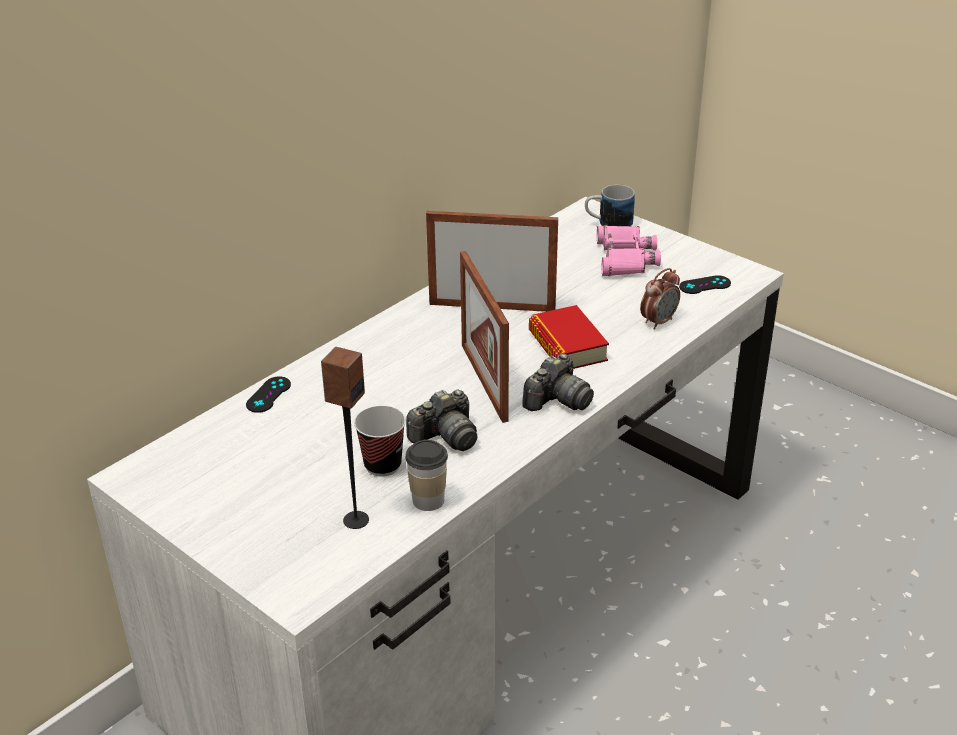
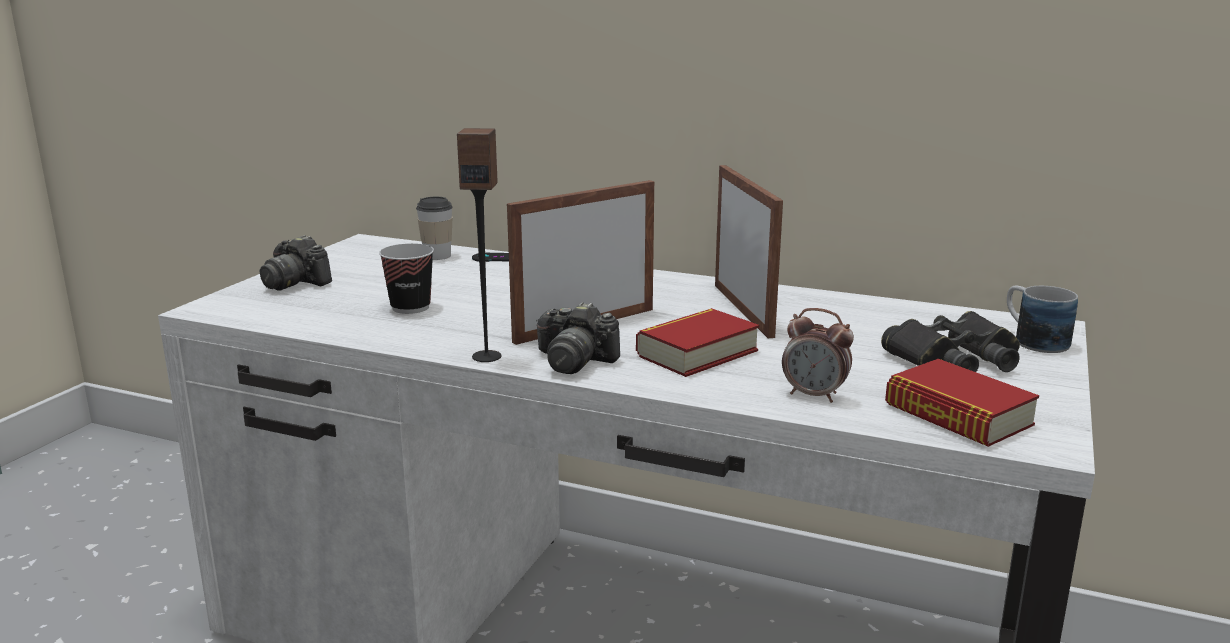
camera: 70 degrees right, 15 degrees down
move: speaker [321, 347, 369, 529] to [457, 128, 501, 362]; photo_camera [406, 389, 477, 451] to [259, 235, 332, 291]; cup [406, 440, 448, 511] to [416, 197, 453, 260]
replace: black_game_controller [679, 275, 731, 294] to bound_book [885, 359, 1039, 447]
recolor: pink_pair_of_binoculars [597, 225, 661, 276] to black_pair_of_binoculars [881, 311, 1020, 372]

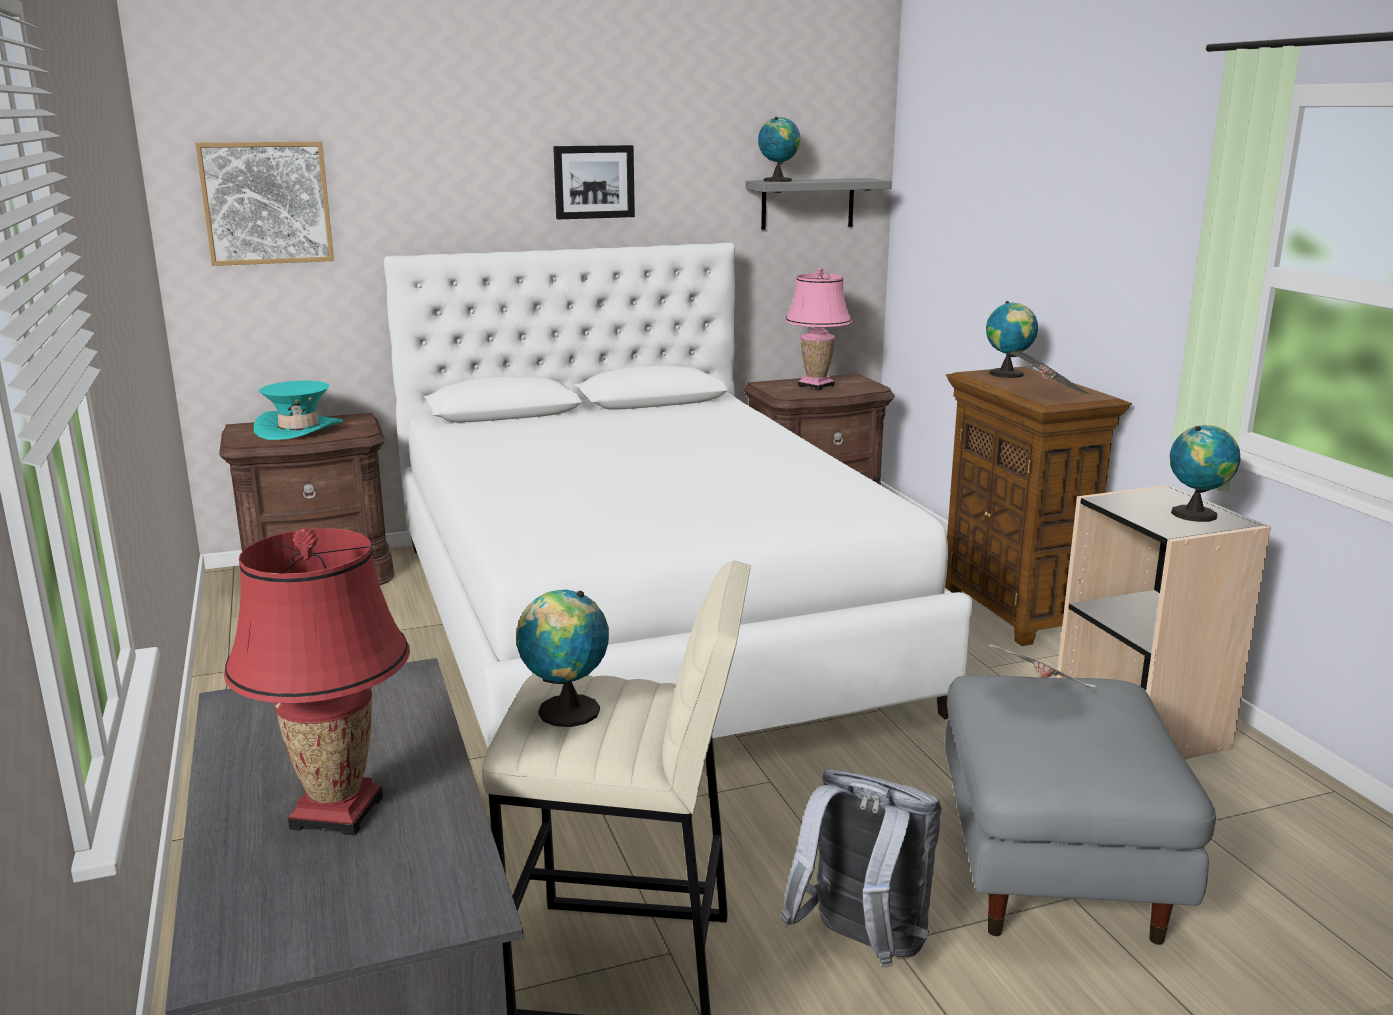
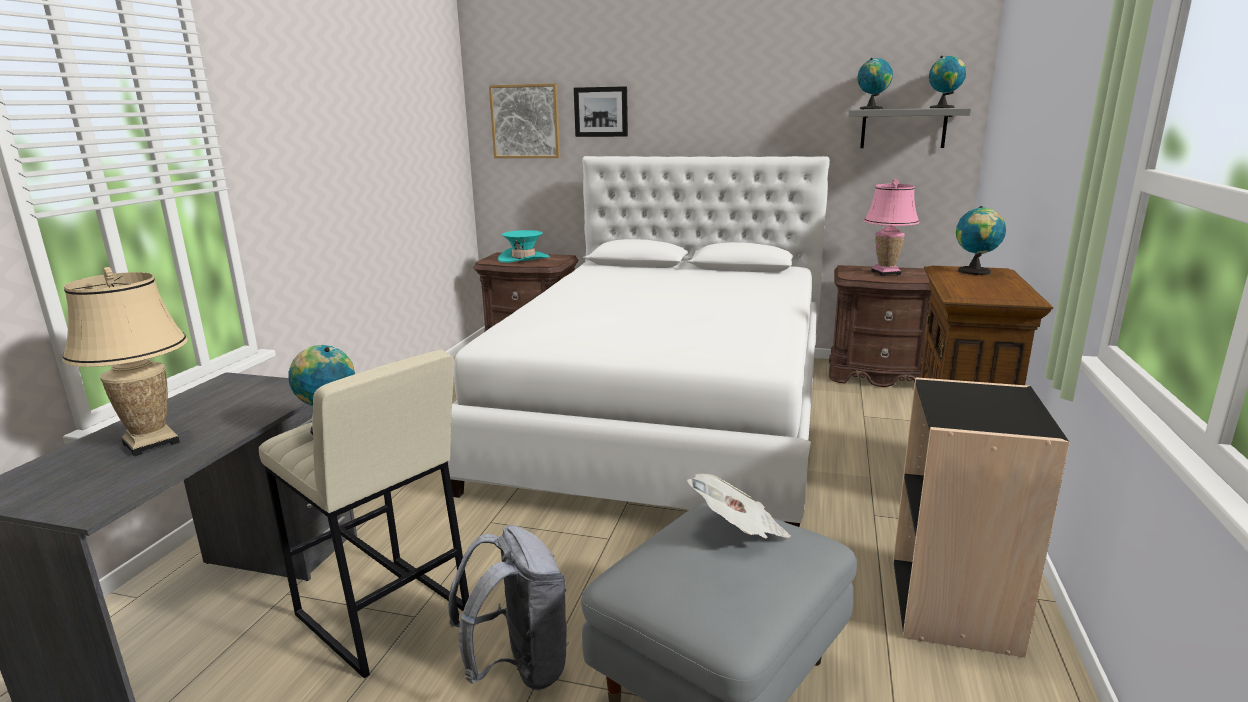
camera: 35 degrees right, 0 degrees up
delete: newspaper [1010, 350, 1091, 394]
move: wall_picture [553, 145, 635, 219] to [574, 86, 628, 137]; world_globe [1170, 425, 1240, 522] to [929, 56, 966, 108]
recolor: reddish_lamp_for_a_table [224, 527, 410, 836] to sand-coloured_lamp_for_a_table [62, 267, 188, 456]

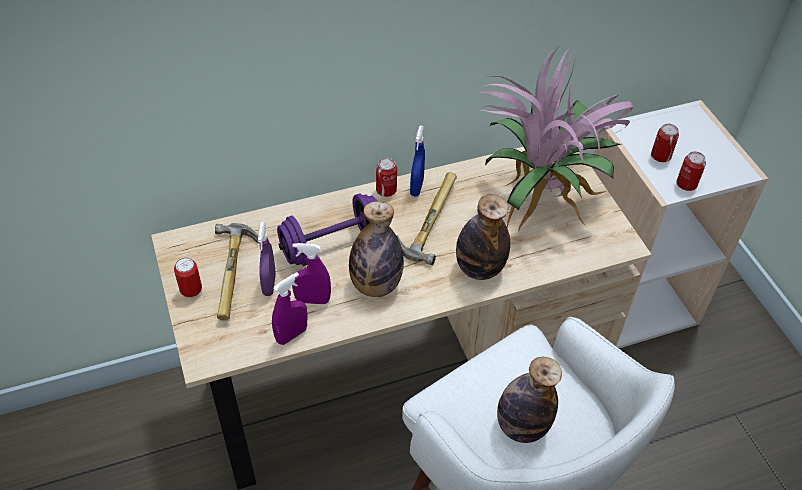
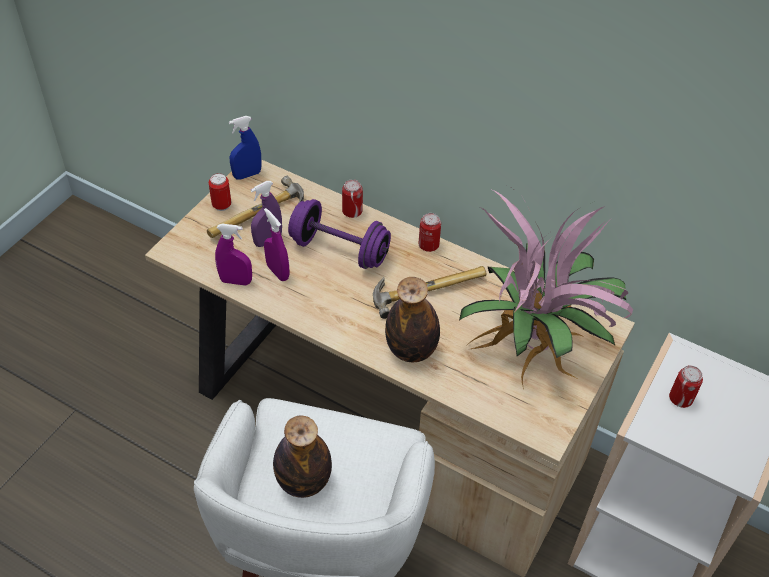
camera: 50 degrees right, 0 degrees up
delete: bottle [349, 201, 404, 297]
move: blue-coloured_spray_bottle [410, 126, 425, 196] to [229, 116, 262, 180]; metal_can [676, 151, 706, 191] to [342, 179, 363, 218]

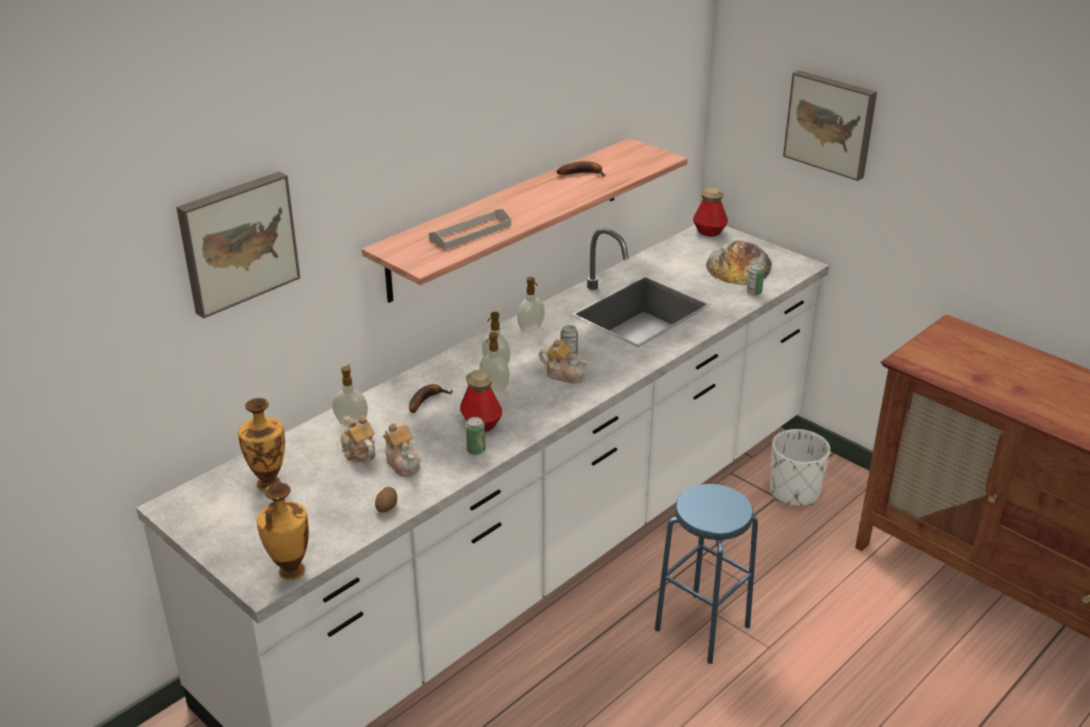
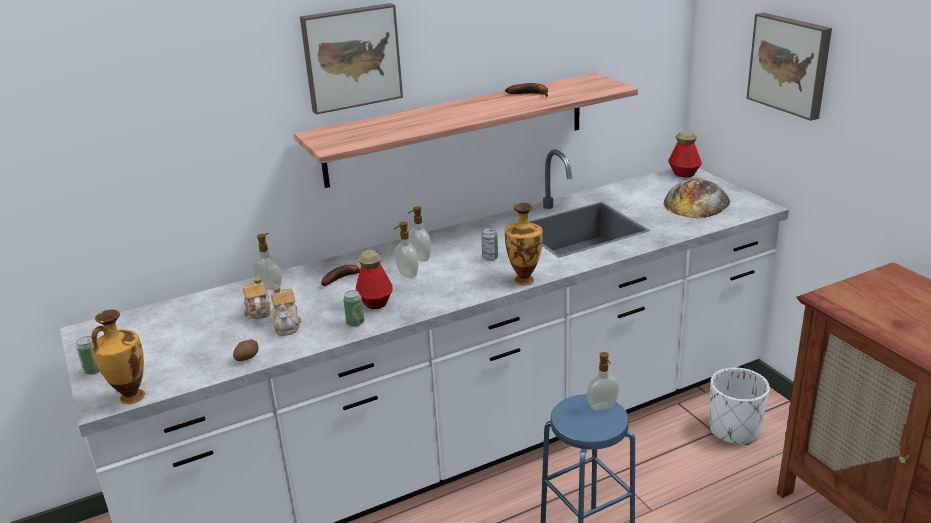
camera: 20 degrees right, 5 degrees down
delete: grey_tray [429, 209, 511, 250]; pot_for_tea [539, 339, 588, 384]
move: wall_picture [176, 172, 300, 318] to [300, 3, 403, 114]; flower_vase [238, 398, 285, 491] to [505, 203, 543, 285]; soap_bottle [517, 277, 545, 333] to [587, 352, 619, 411]; metal_can [747, 264, 764, 295] to [76, 336, 100, 375]

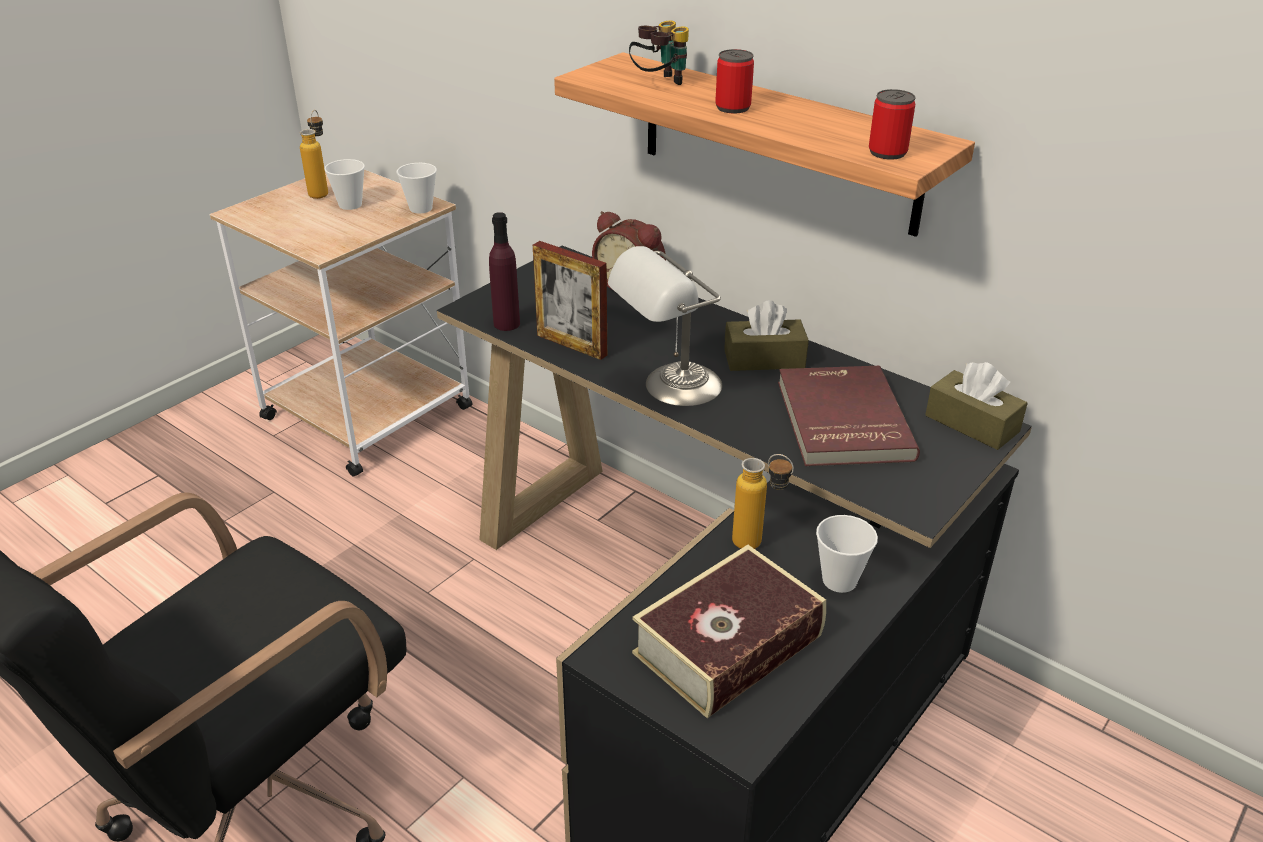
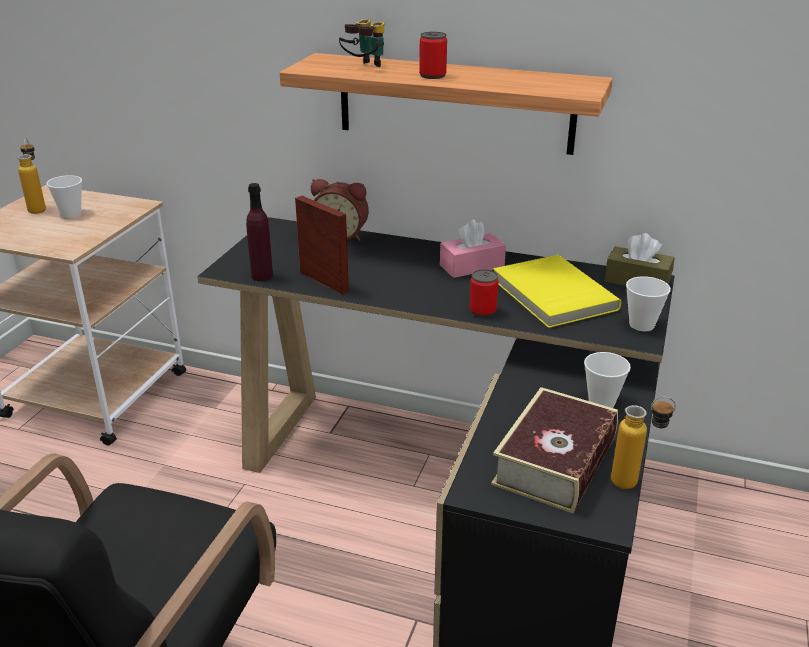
camera: 20 degrees left, 5 degrees down
delete: white_lamp_for_a_table [608, 246, 722, 406]
move: cup [396, 163, 437, 213] to [626, 276, 671, 331]; bottle [732, 454, 794, 549] to [611, 397, 676, 489]; metal_can [869, 89, 915, 160] to [469, 269, 499, 317]
recolor: brownish_box_of_tissues [724, 300, 809, 371] to pink_box_of_tissues [440, 219, 506, 278]; reddish_bound_book [778, 366, 920, 466] to yellow-coloured_bound_book [493, 255, 621, 328]
rotate: standing_frame [533, 241, 607, 360] = [295, 196, 349, 294] 150 degrees counterclockwise

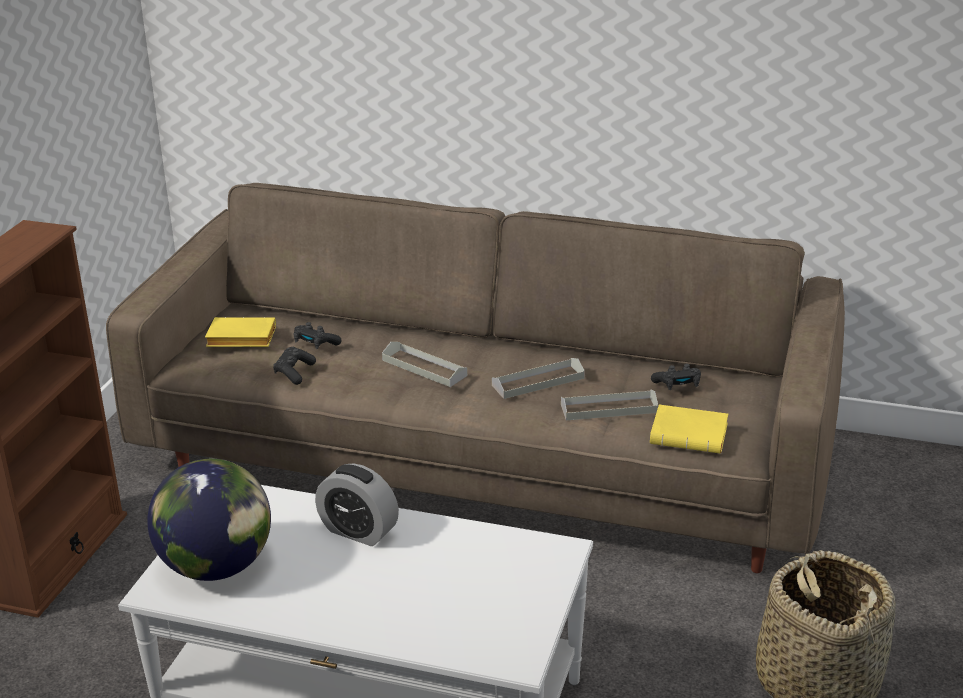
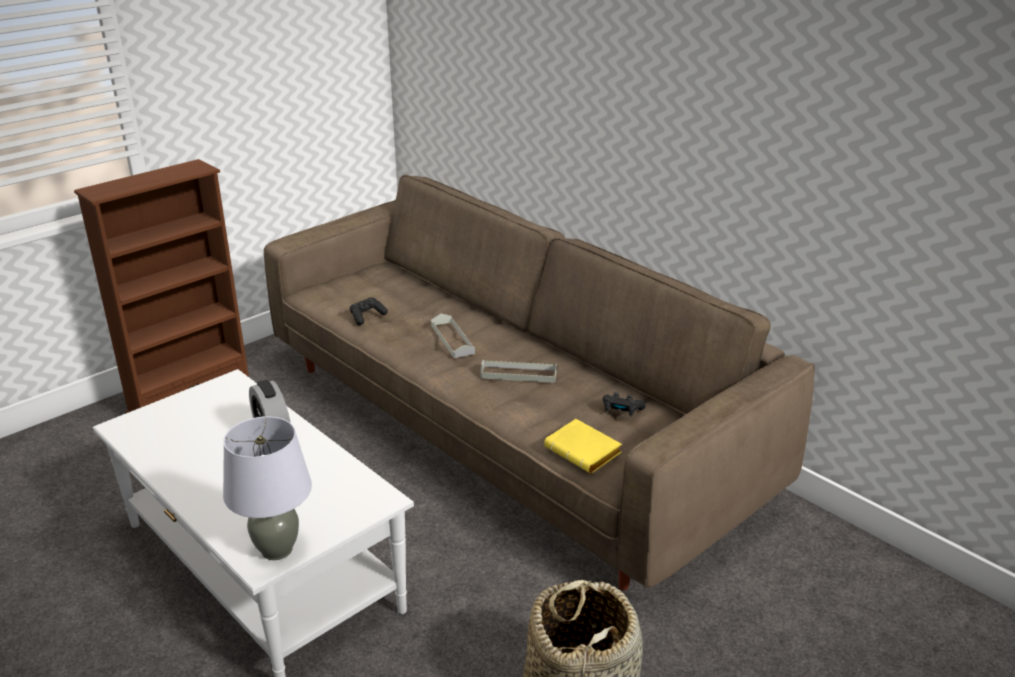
camera: 30 degrees right, 0 degrees up
delete: world_globe [147, 459, 271, 581]; yellow-coloured_bound_book [205, 317, 276, 347]; black_game_controller [293, 322, 341, 349]; grey_tray [561, 390, 658, 420]
insert: grey_lamp_for_a_table [223, 416, 312, 560]

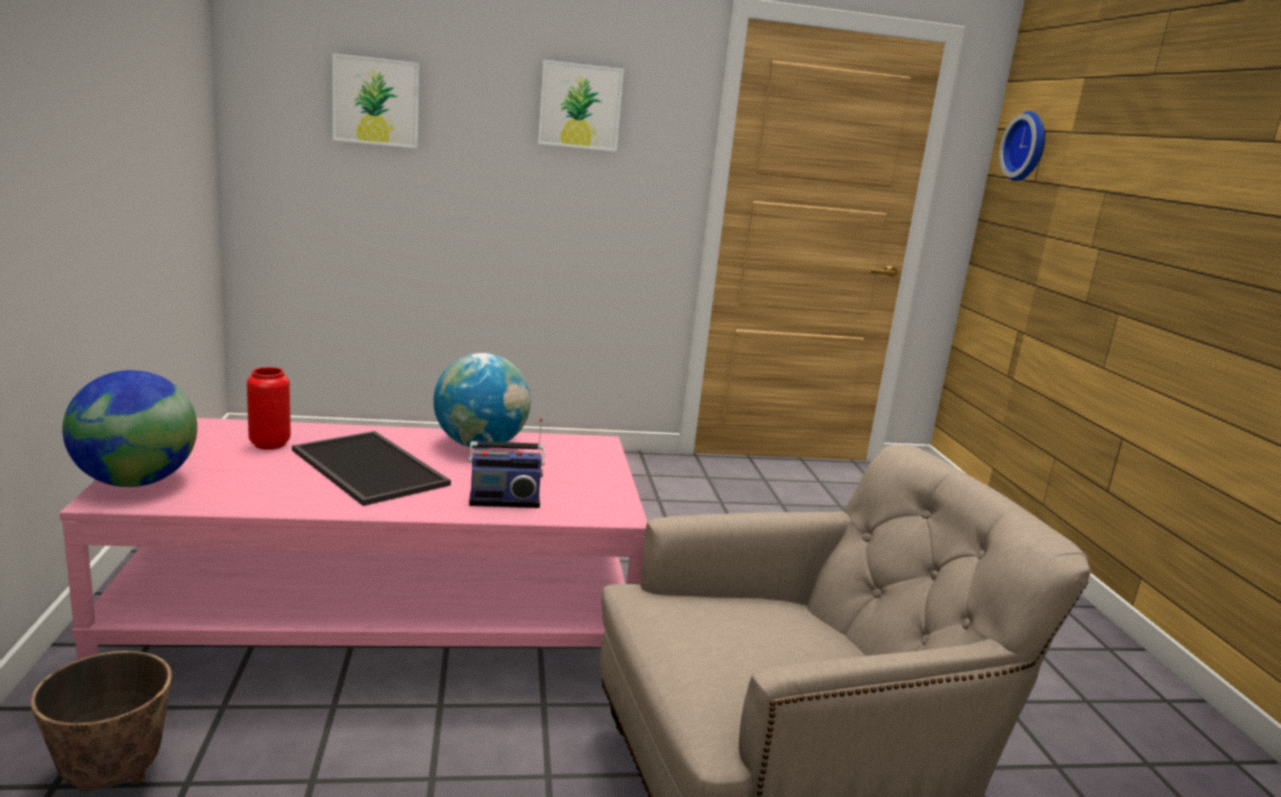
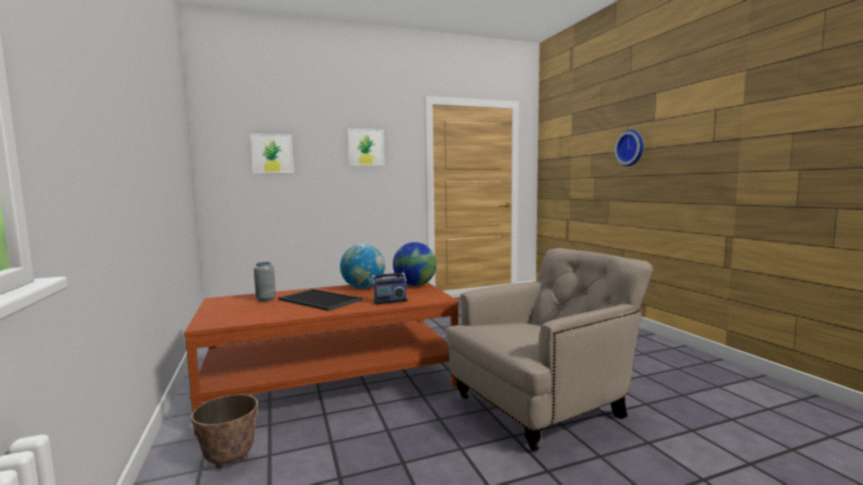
camera: 10 degrees left, 10 degrees down
move: world_globe [62, 370, 197, 487] to [393, 242, 437, 286]; hanging_clock [999, 111, 1045, 181] to [614, 130, 644, 166]
recolor: pink_coffee_table [60, 418, 647, 660] to brownish_coffee_table [184, 282, 459, 436]; reddish_flower_vase [247, 367, 291, 450] to grey_flower_vase [254, 262, 276, 301]

